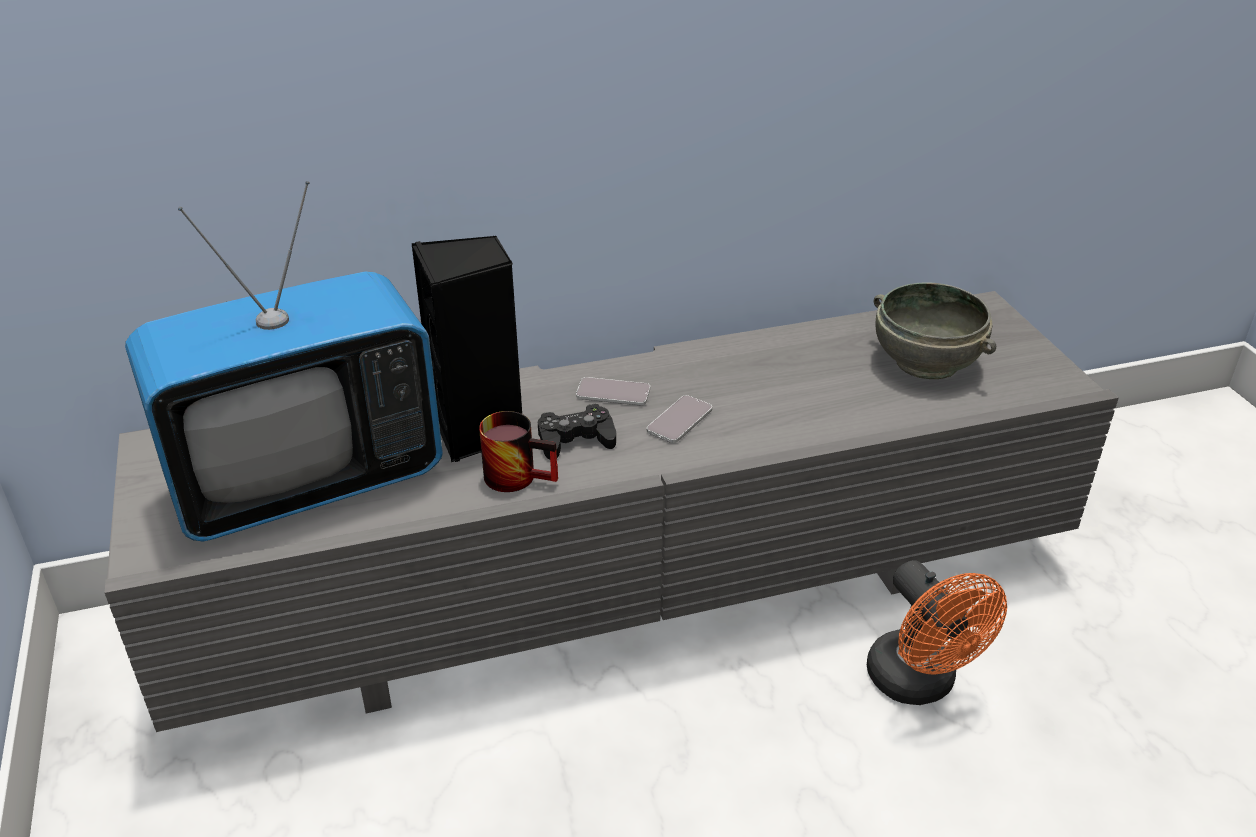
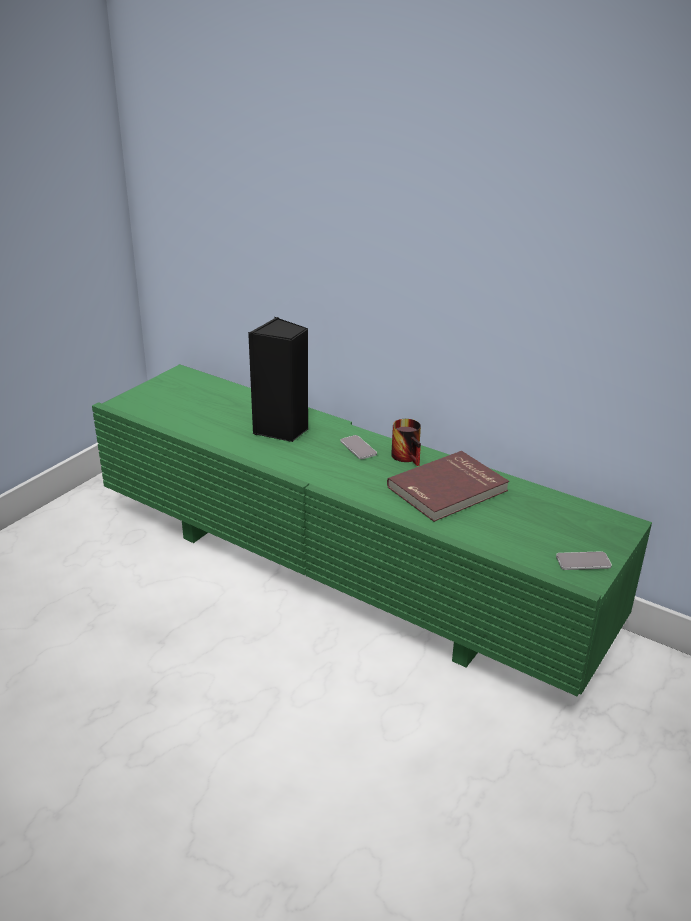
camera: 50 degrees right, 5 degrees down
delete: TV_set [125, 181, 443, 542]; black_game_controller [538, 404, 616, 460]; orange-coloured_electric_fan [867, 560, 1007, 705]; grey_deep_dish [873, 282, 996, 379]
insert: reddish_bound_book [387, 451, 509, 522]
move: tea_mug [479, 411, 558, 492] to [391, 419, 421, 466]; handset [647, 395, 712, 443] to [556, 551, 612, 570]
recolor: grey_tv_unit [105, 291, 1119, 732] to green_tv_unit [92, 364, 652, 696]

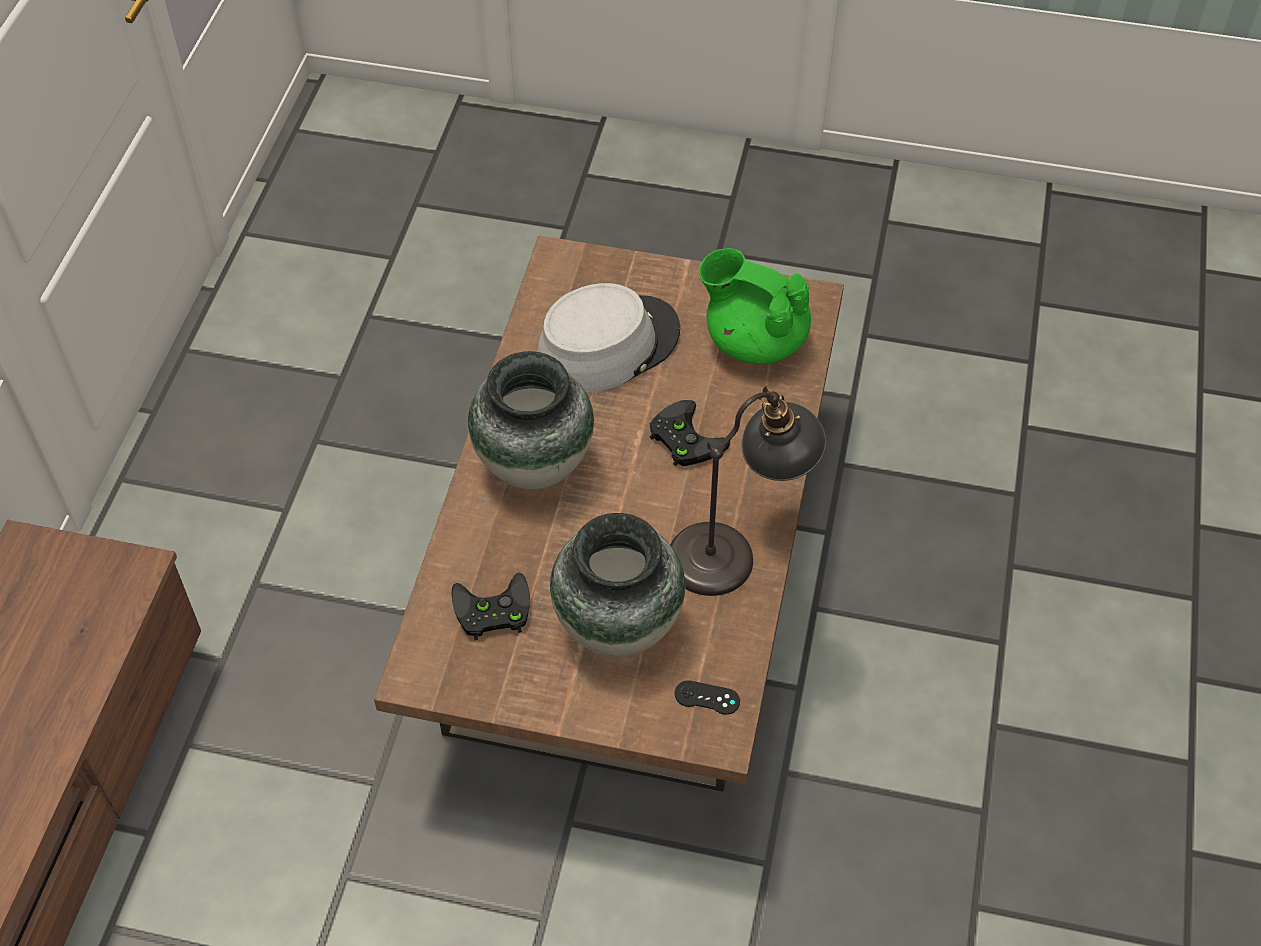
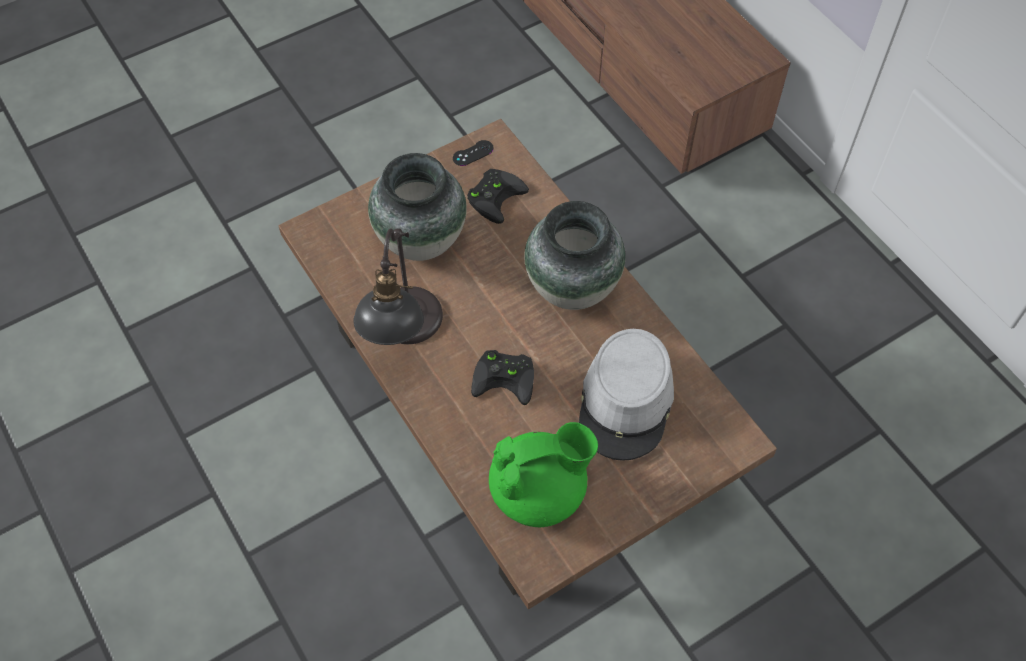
camera: 135 degrees right, 5 degrees up
move: black_game_controller [675, 680, 740, 715] to [453, 140, 494, 166]

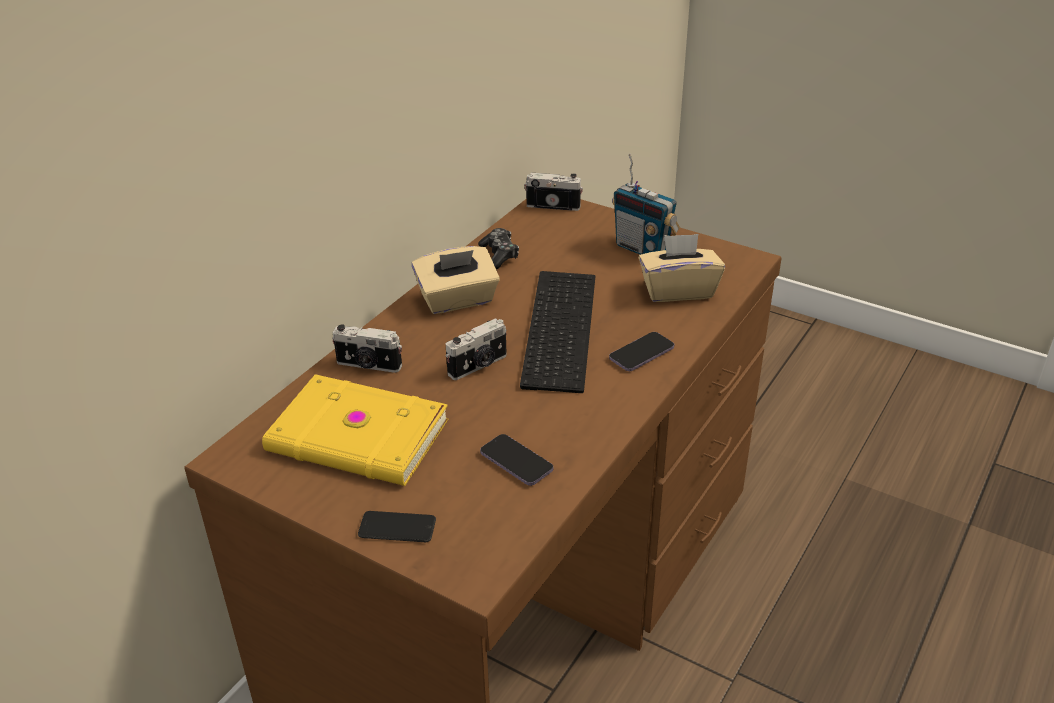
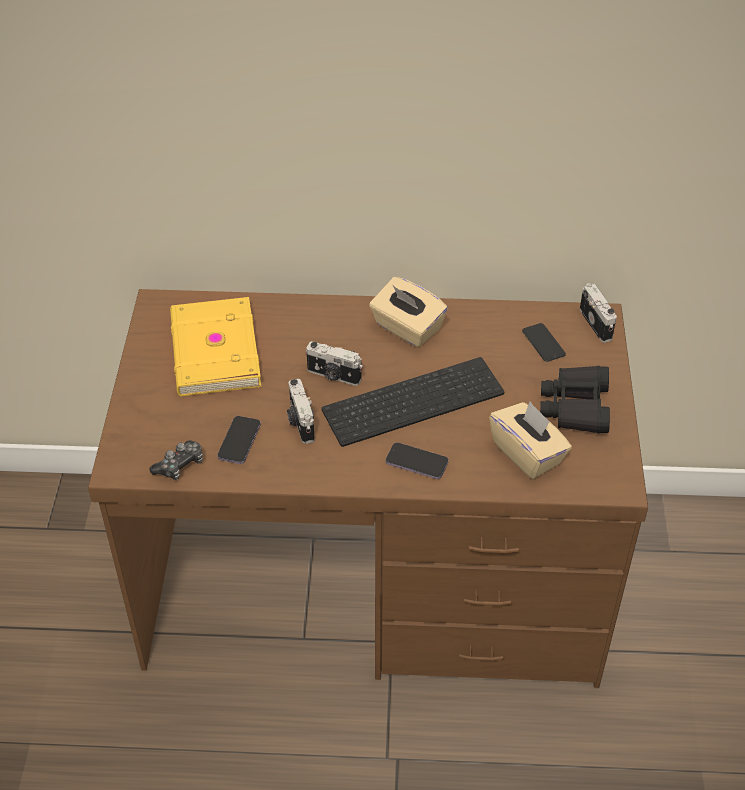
camera: 60 degrees right, 10 degrees up
move: photo_camera [332, 324, 402, 373] to [287, 379, 315, 444]; handset [358, 511, 436, 542] to [522, 323, 566, 362]; game_controller [478, 228, 519, 269] to [149, 441, 203, 480]
replace: radio_set [612, 154, 680, 255] to black_pair_of_binoculars [540, 366, 610, 434]

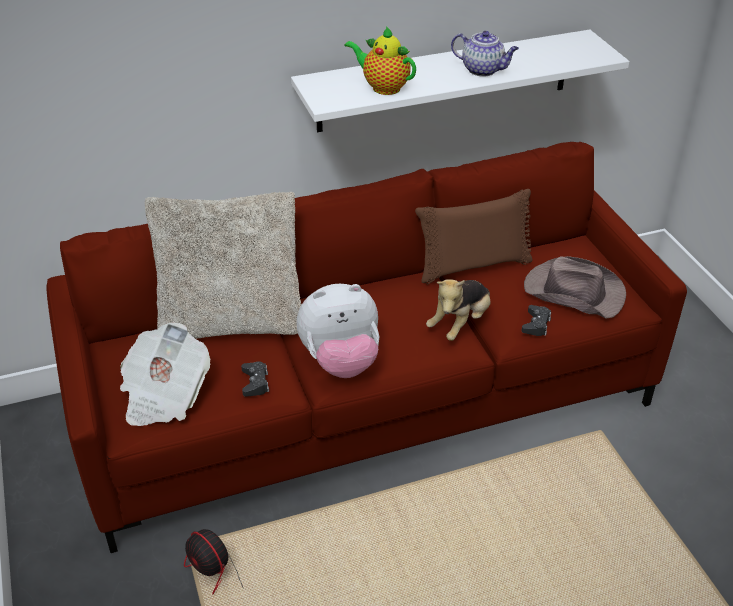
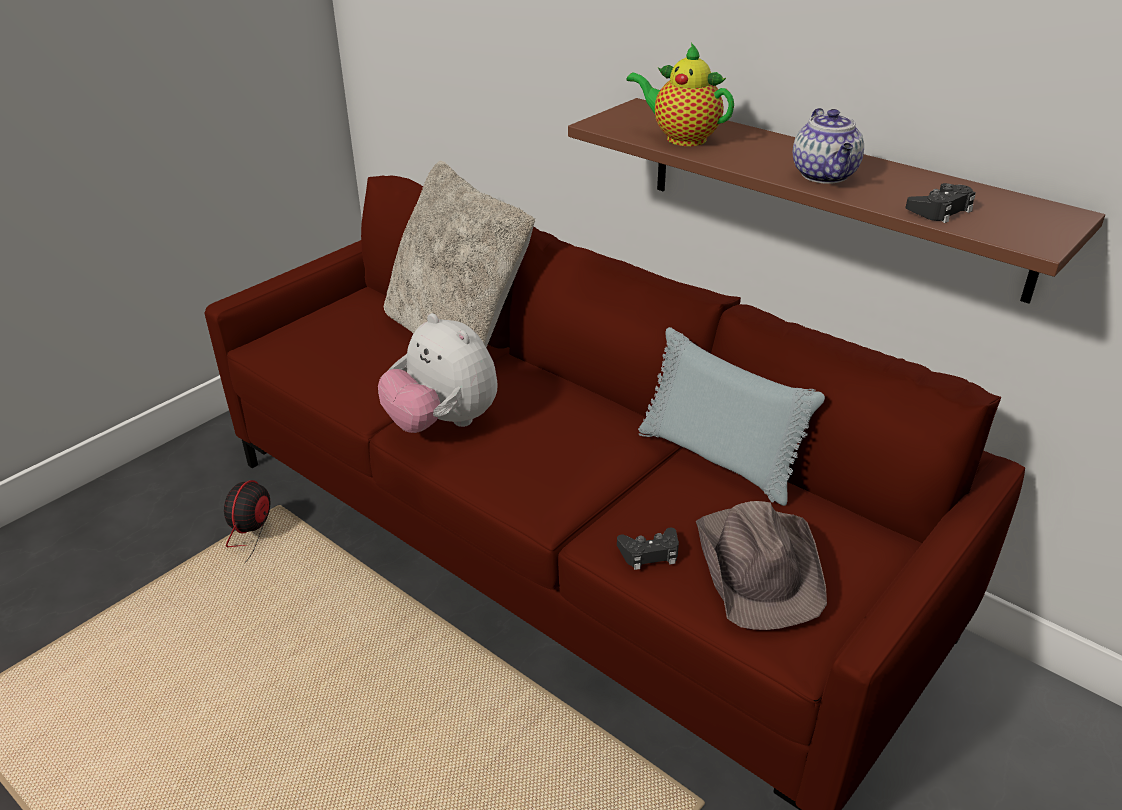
camera: 60 degrees right, 5 degrees down
delete: newspaper [120, 322, 210, 426]; plush_toy [426, 279, 491, 341]
move: black_game_controller [241, 361, 269, 397] to [905, 183, 976, 223]
recolor: white_shelf [291, 30, 630, 132] to brownish_shelf [568, 98, 1105, 304]; brownish_cushion [415, 189, 532, 285] to blue-coloured_cushion [638, 327, 825, 506]
rotate: pot_for_tea [344, 26, 416, 95] = [626, 43, 734, 146] 60 degrees counterclockwise

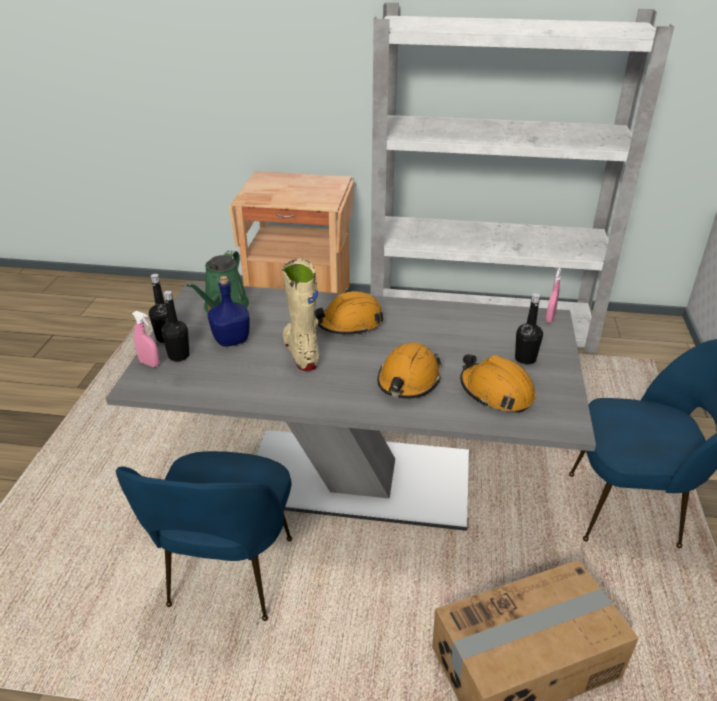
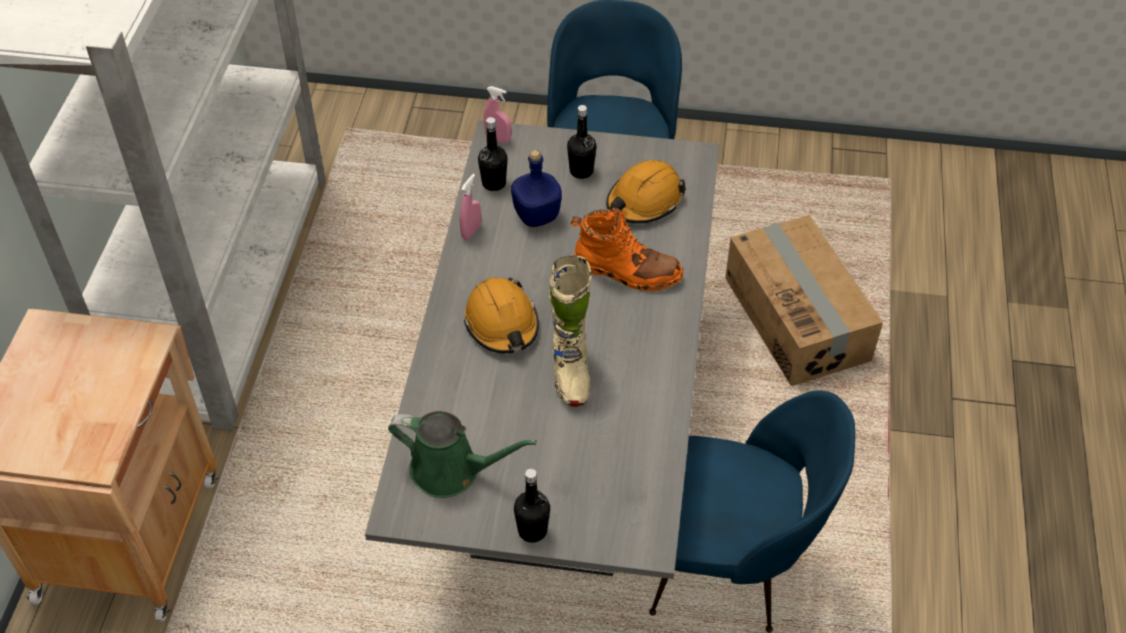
camera: 90 degrees left, 15 degrees up
move: pink_spray_bottle [132, 311, 160, 367] to [459, 174, 481, 240]; black_bottle [161, 290, 189, 361] to [478, 117, 508, 191]; blue-coloured_bottle [208, 276, 250, 347] to [511, 150, 562, 227]
replace: orange-coloured_work_helmet [377, 342, 442, 399] to orange-coloured_high-top_boot [571, 208, 683, 291]
rotate: sand-coloured_high-top_boot [282, 258, 320, 371] = [549, 256, 592, 407] 75 degrees counterclockwise

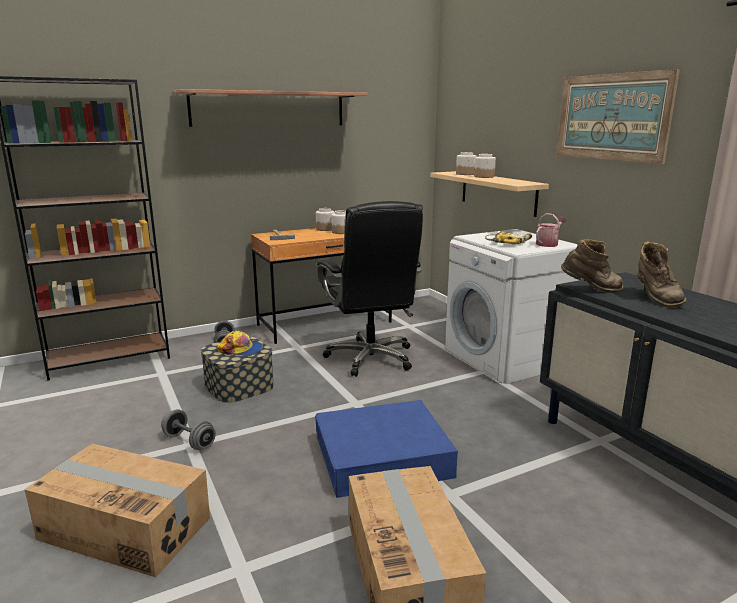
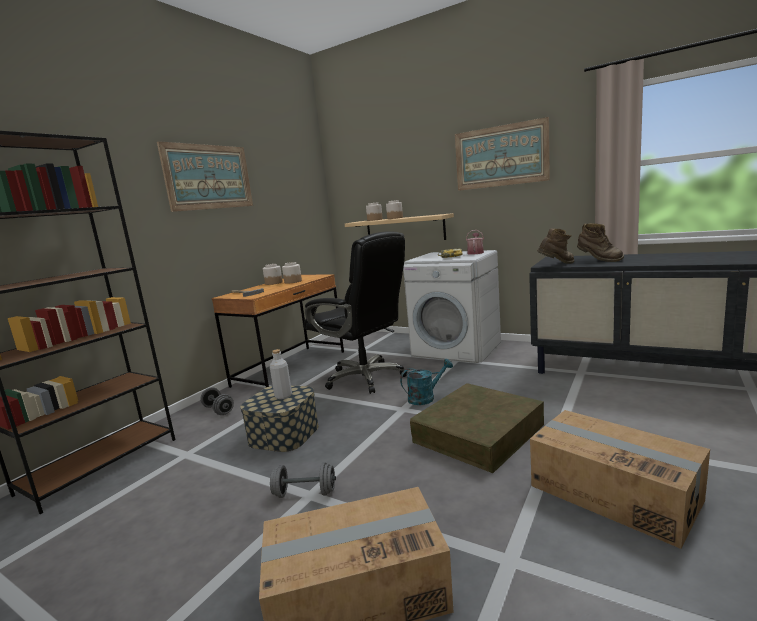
camera: 30 degrees left, 5 degrees down
insert: blue-green_watering_pot [400, 359, 453, 405]
replace: shelf [173, 89, 368, 127] to wall_picture [157, 141, 253, 212]; peaked_cap [217, 331, 263, 356] to grey_bottle [270, 349, 292, 400]
recolor: blue-coloured_storage_box [315, 400, 458, 498] to brownish_storage_box [410, 383, 544, 473]

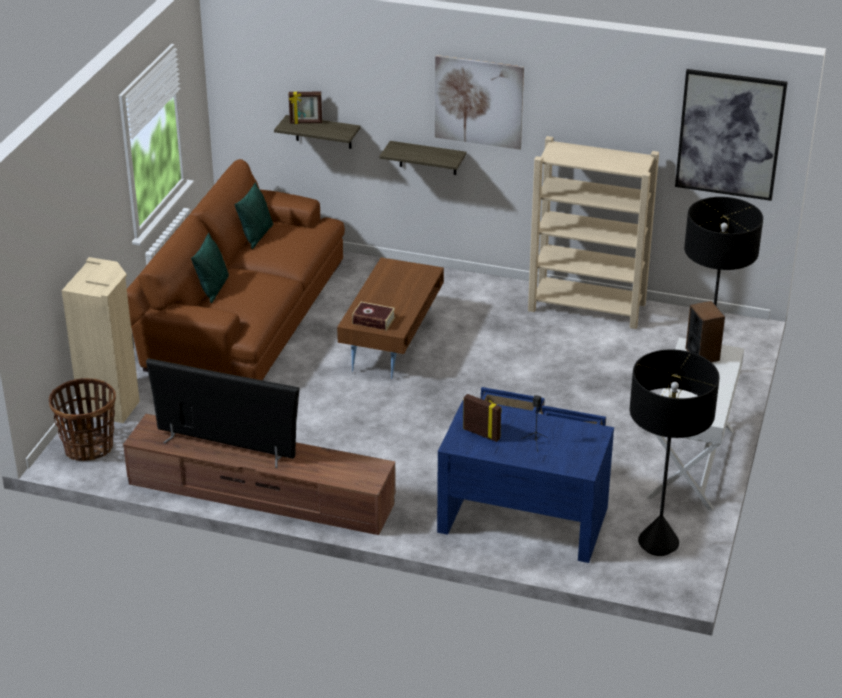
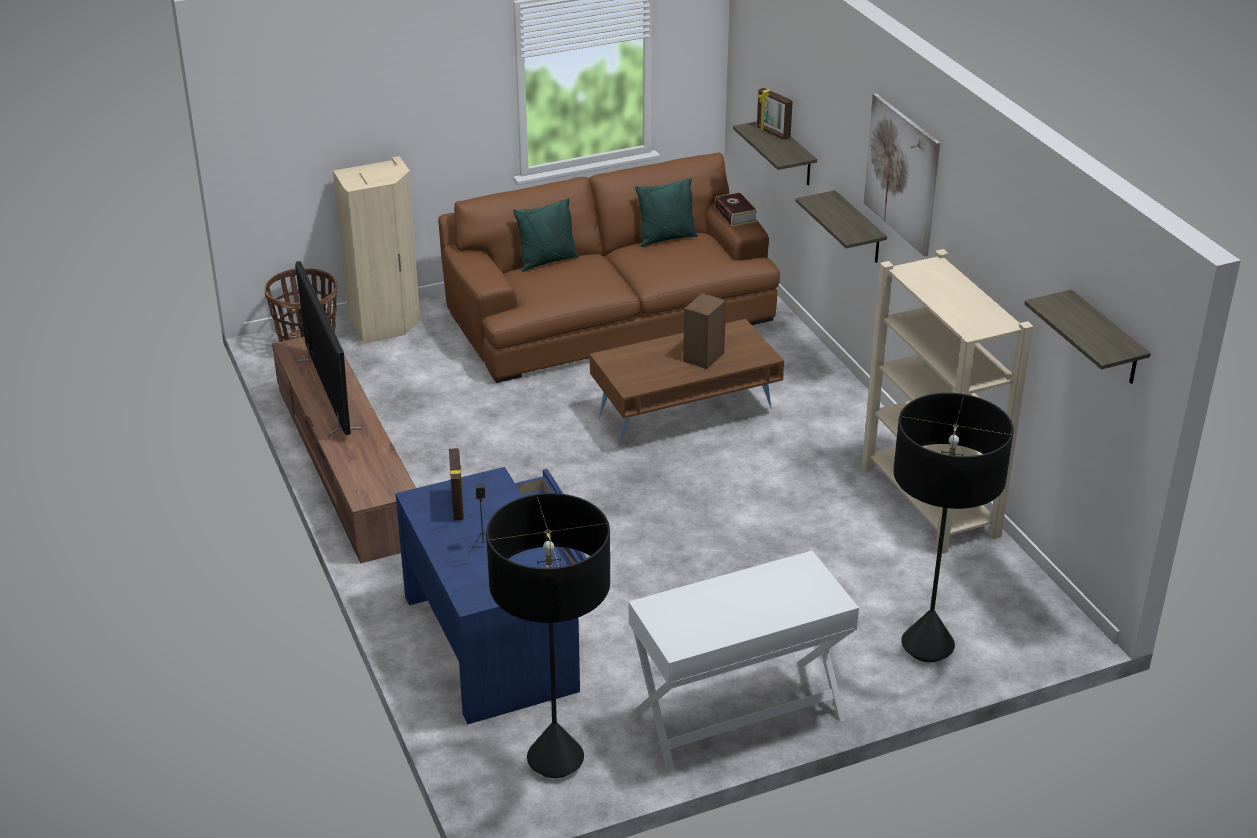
camera: 50 degrees right, 0 degrees up
move: bound_book [352, 302, 395, 331] to [715, 192, 758, 226]; speaker [685, 301, 725, 362] to [683, 293, 726, 369]
replace: wall_picture [675, 69, 788, 201] to shelf [1024, 290, 1151, 384]

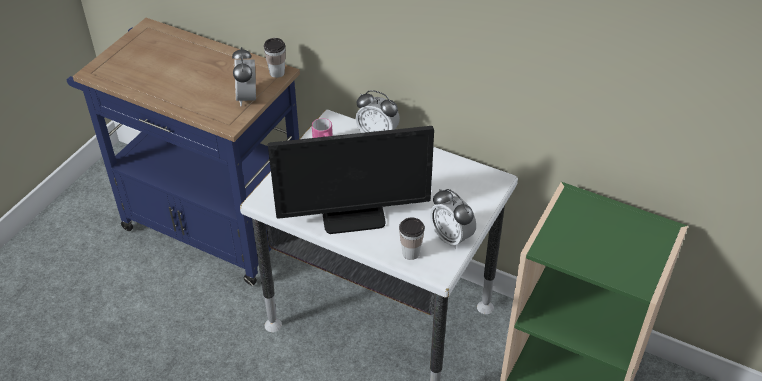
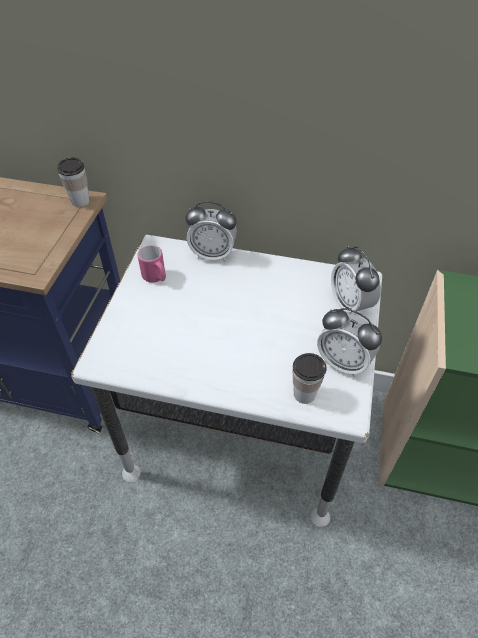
camera: 15 degrees left, 5 degrees up
delete: monitor [268, 126, 434, 234]
move: alarm_clock [232, 47, 256, 106] to [331, 246, 381, 314]

